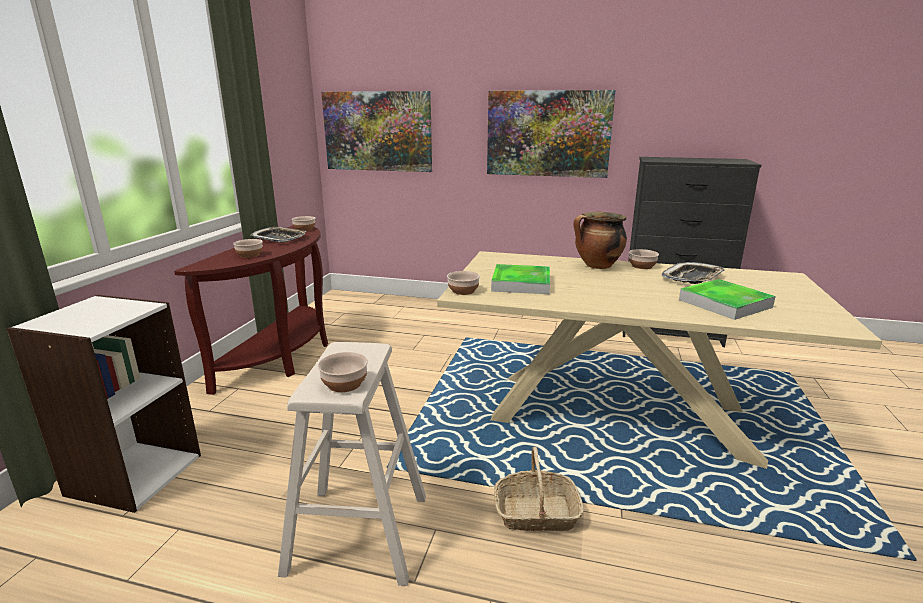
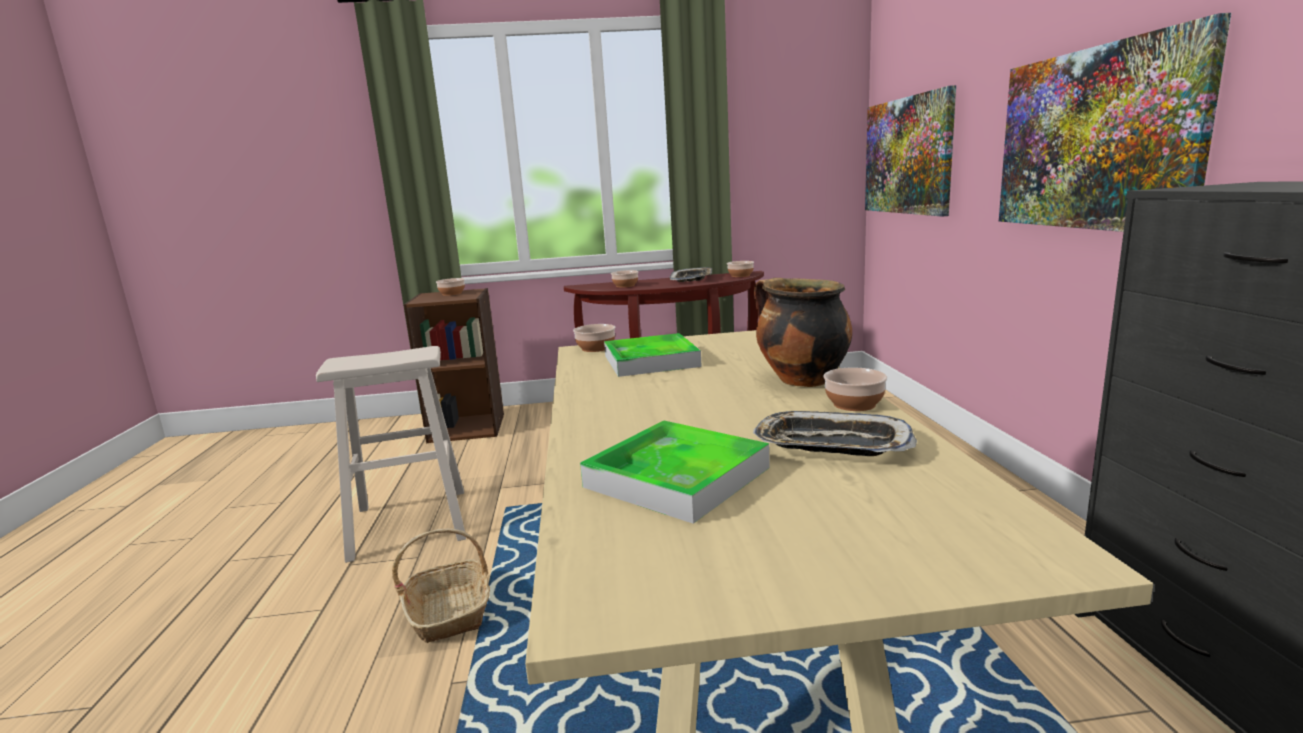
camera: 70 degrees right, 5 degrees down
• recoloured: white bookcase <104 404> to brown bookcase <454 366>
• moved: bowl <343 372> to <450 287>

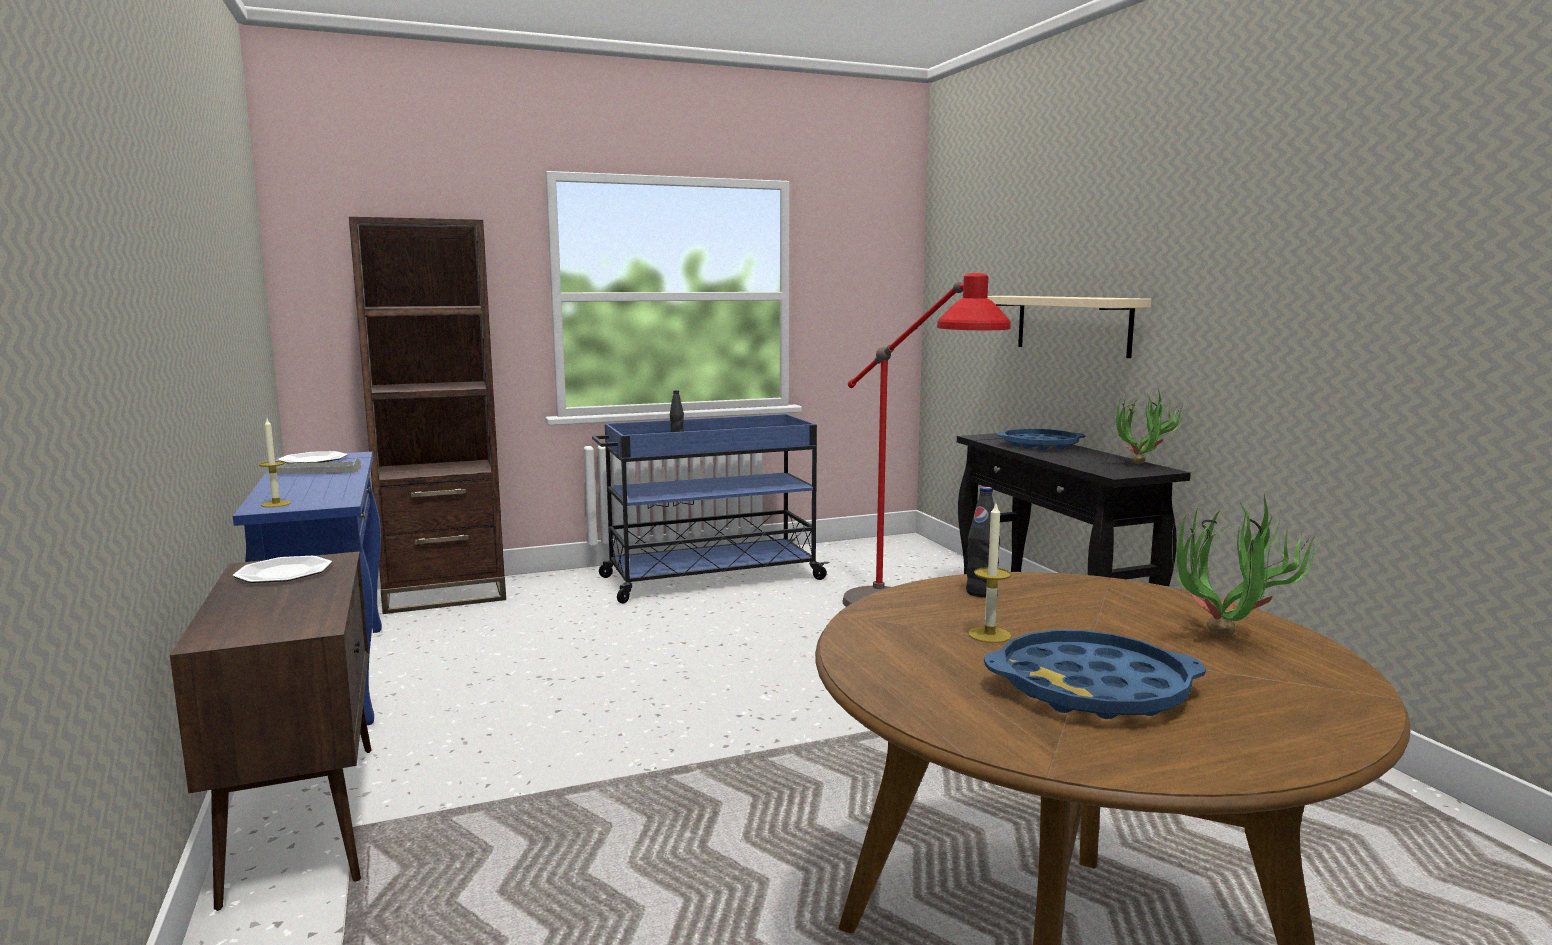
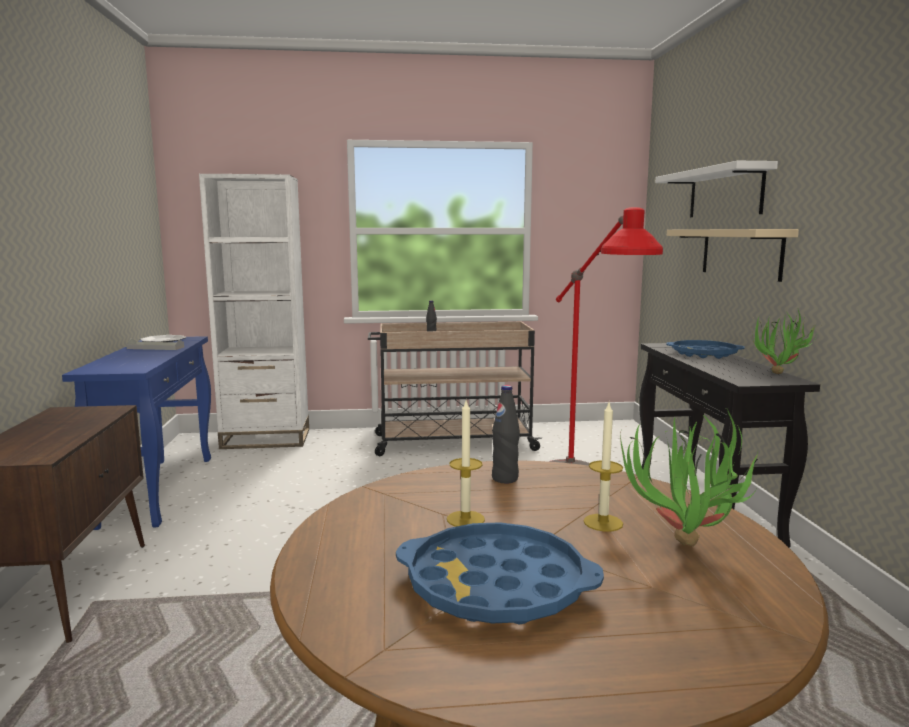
camera: 15 degrees right, 0 degrees up
• removed: plate <282 569>
• moved: candle <275 463> to <603 467>
• recoloured: brown bookcase <427 415> to white bookcase <254 311>
• recoloured: blue cart <710 509> to beige cart <455 389>
• added: white shelf <716 189>

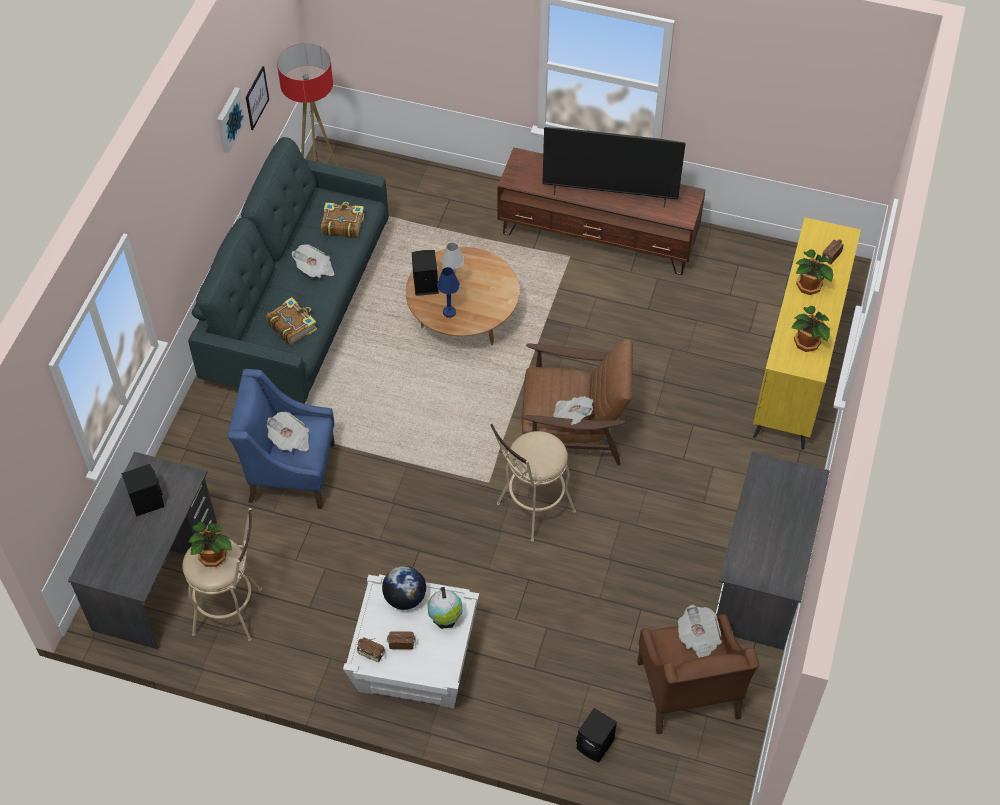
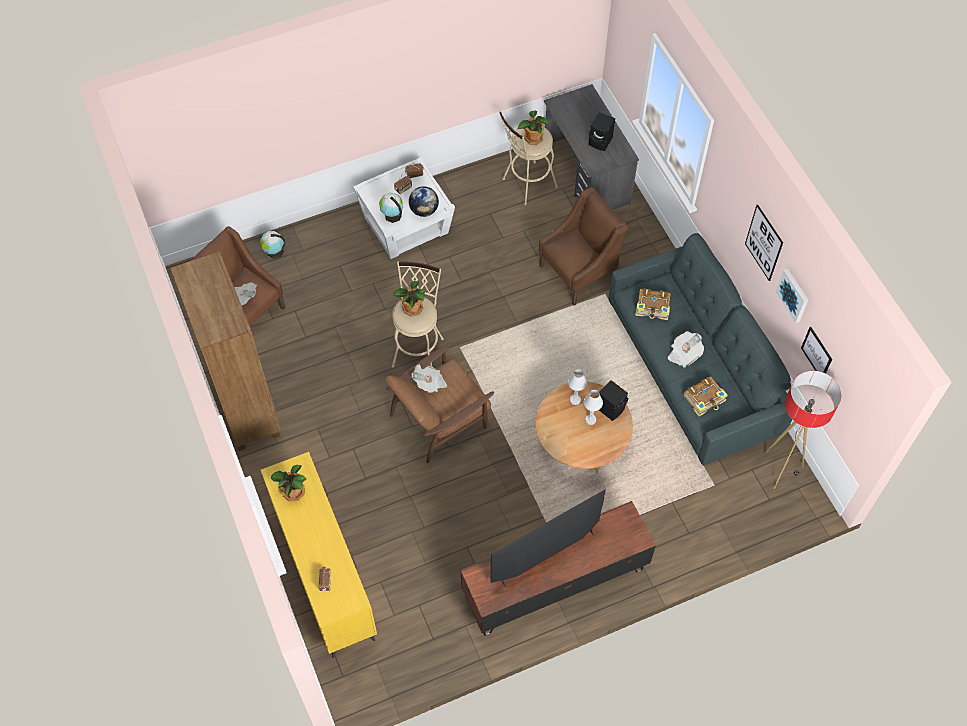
camera: 140 degrees right, 5 degrees up
• recoloured: blue armchair <281 439> to brown armchair <584 246>
• removed: newspaper <288 432>
• recoloured: blue table lamp <448 292> to white table lamp <577 387>
• replaced: black speaker <596 735> to globe <272 245>
• replaced: grey desk <773 551> to brown bookcase <226 351>
• moved: potted plant <814 272> to <409 299>
• added: picture <764 243>

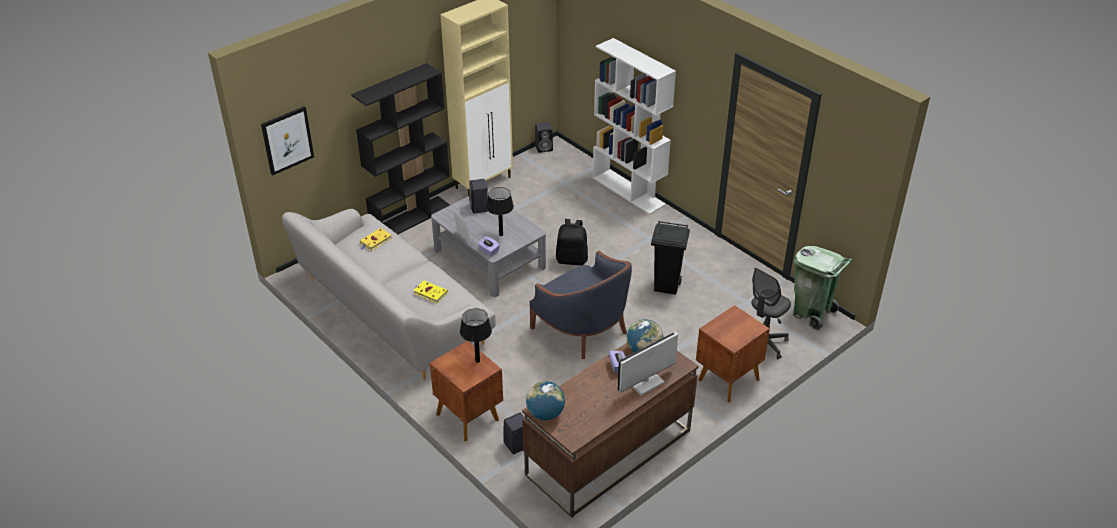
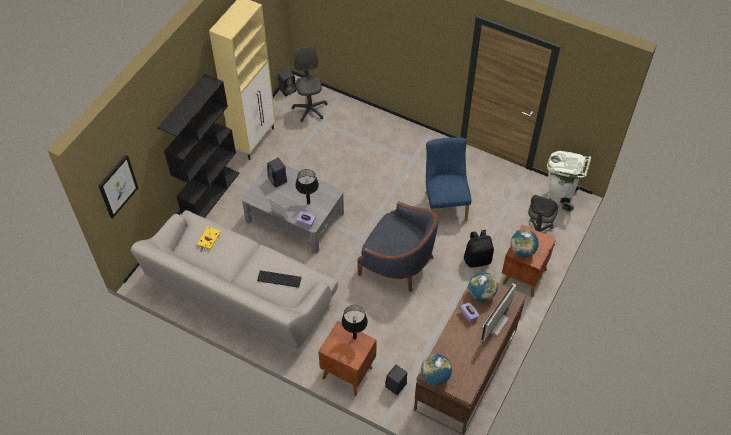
camera: 20 degrees left, 15 degrees up
• replaced: yellow book <430 292> to keyboard <279 279>
• moved: black backpack <572 242> to <479 249>
• removed: white bookcase <634 126>
• replaced: black trash can <670 258> to blue chair <449 179>
• recoloured: green trash can <823 288> to white trash can <569 181>
• added: grey office chair <310 84>
• added: globe <525 243>

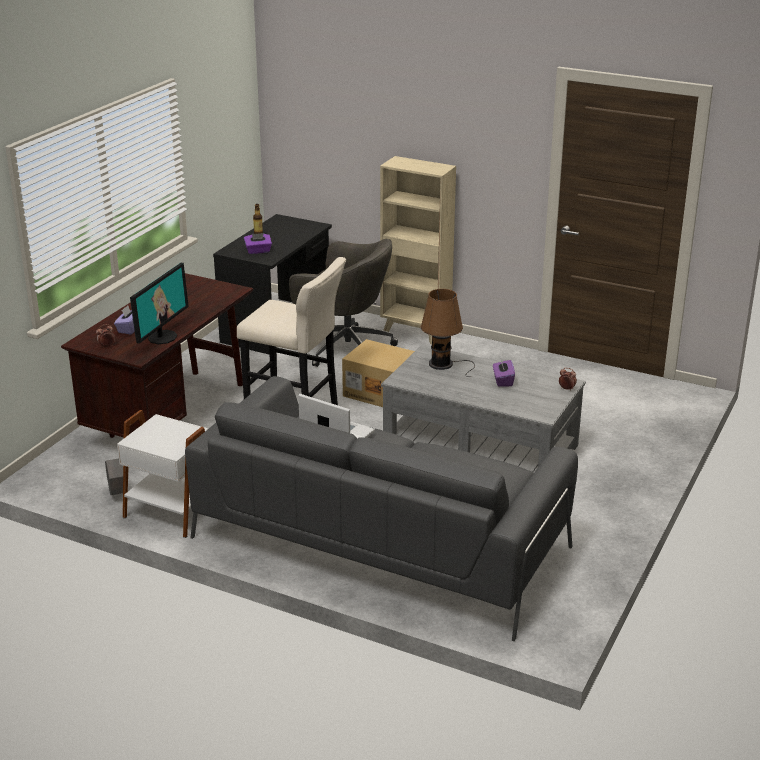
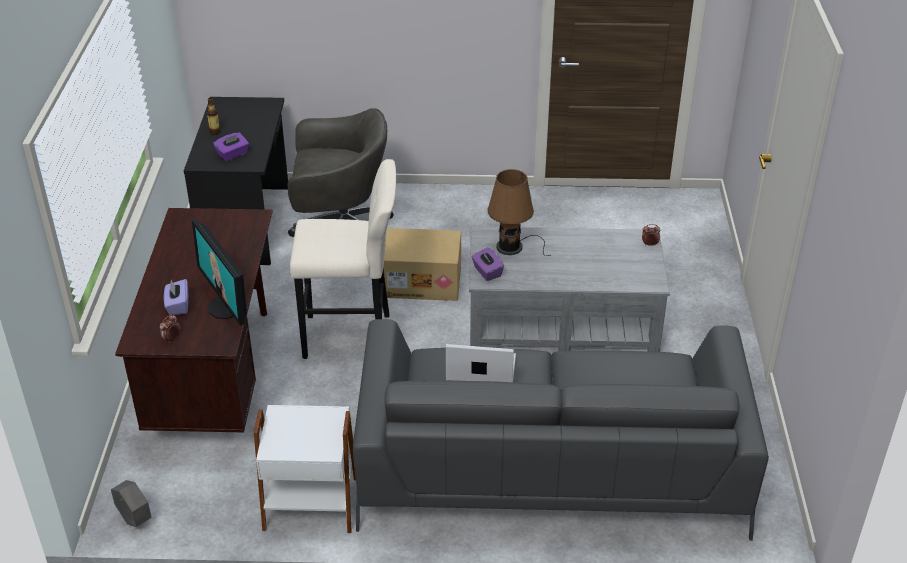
camera: 25 degrees left, 10 degrees up
• moved: grey planter <114 477> to <131 503>
• turned: monitor <159 303> = <219 272> 150 degrees clockwise
• removed: beige bookcase <418 250>
• moved: purple tissue box <504 373> to <487 264>

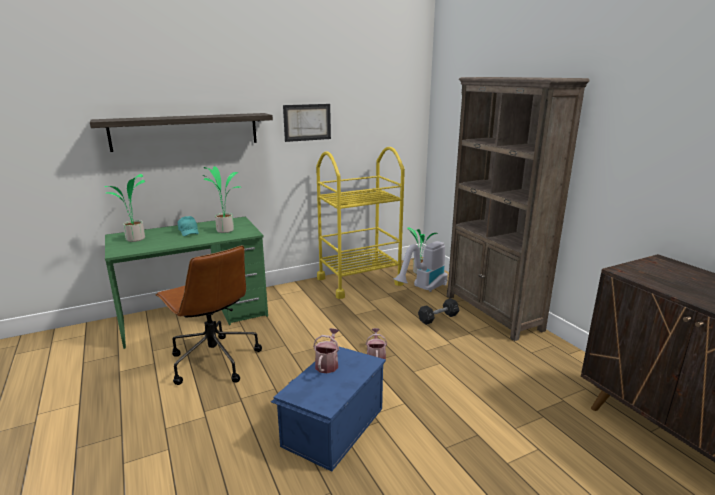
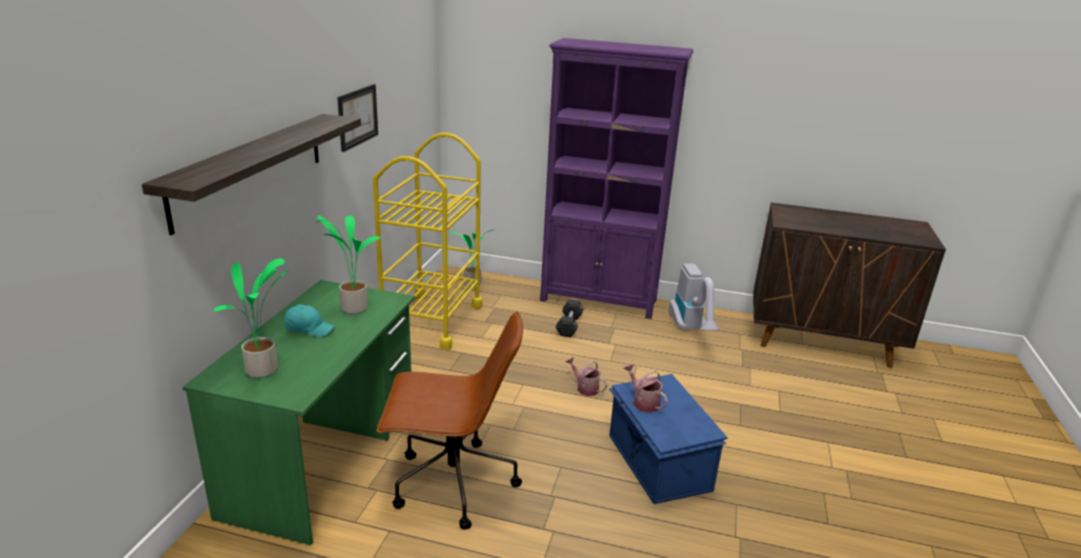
camera: 50 degrees left, 5 degrees up
• moved: vacuum cleaner <420 266> to <694 297>
• recoloured: brown bookcase <518 209> to purple bookcase <617 178>

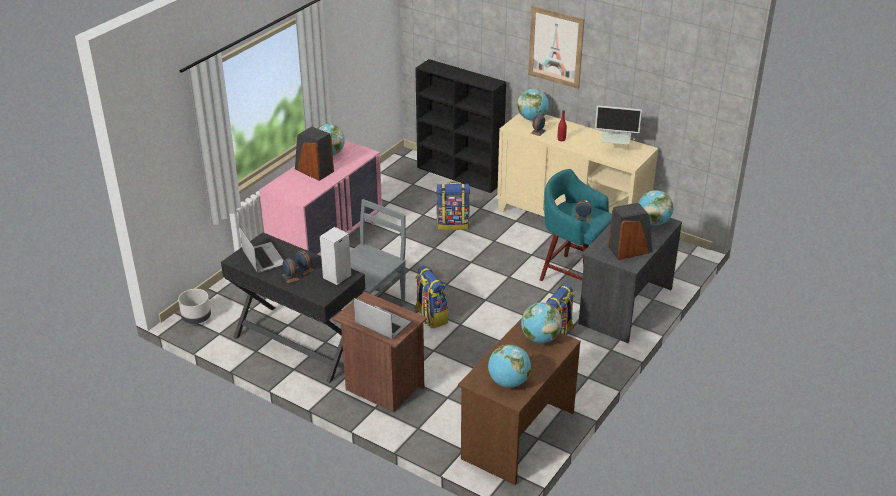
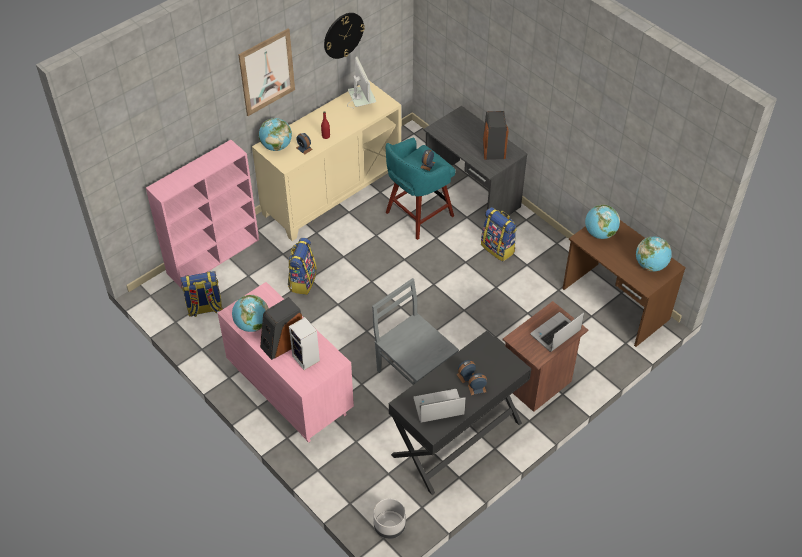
camera: 75 degrees left, 15 degrees up
• moved: speaker <335 256> to <304 343>
• moved: backpack <431 297> to <201 294>
• recoloured: black bookcase <460 126> to pink bookcase <202 214>
• turned: monitor <618 129> = <361 83> 45 degrees counterclockwise
• removed: globe <656 207>
• added: wall clock <344 36>

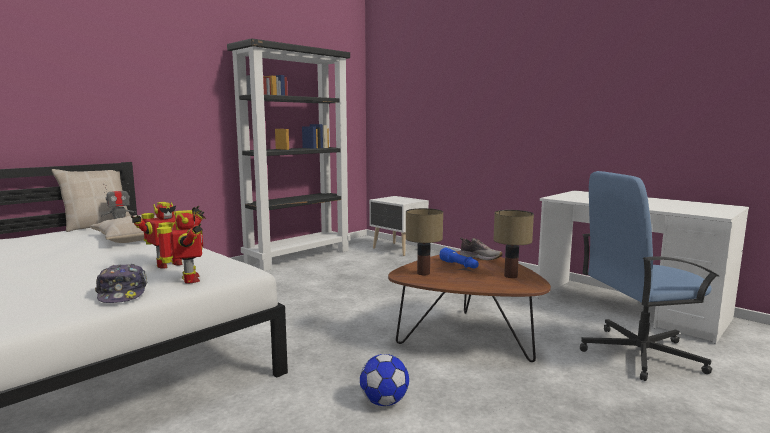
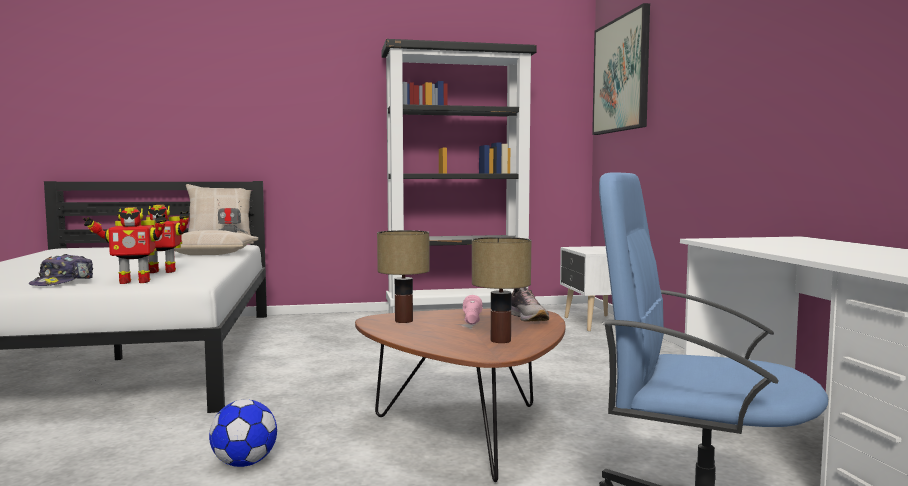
camera: 35 degrees right, 5 degrees down
• turned: toy robot <181 247> = <124 245> 60 degrees clockwise
• recoloured: blue flashlight <459 258> to pink flashlight <473 310>
• added: picture <621 69>

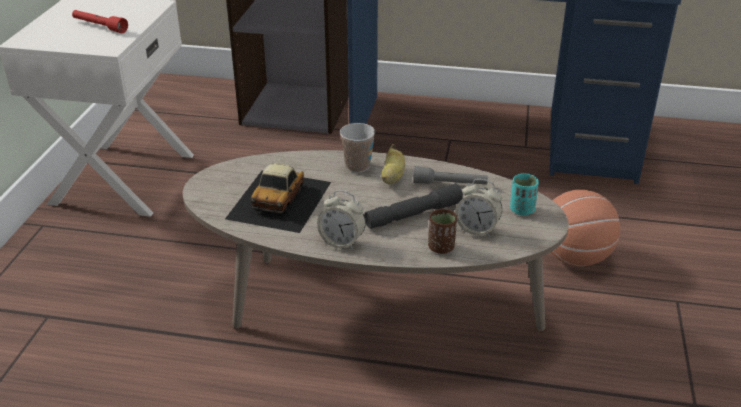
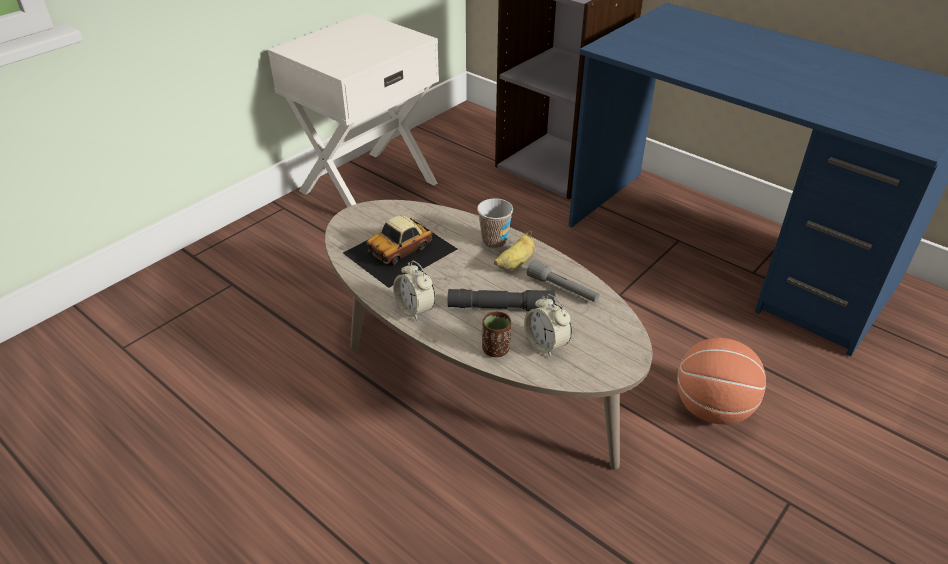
camera: 30 degrees right, 5 degrees up
• removed: red flashlight <100 21>
• removed: turquoise cup <524 194>

